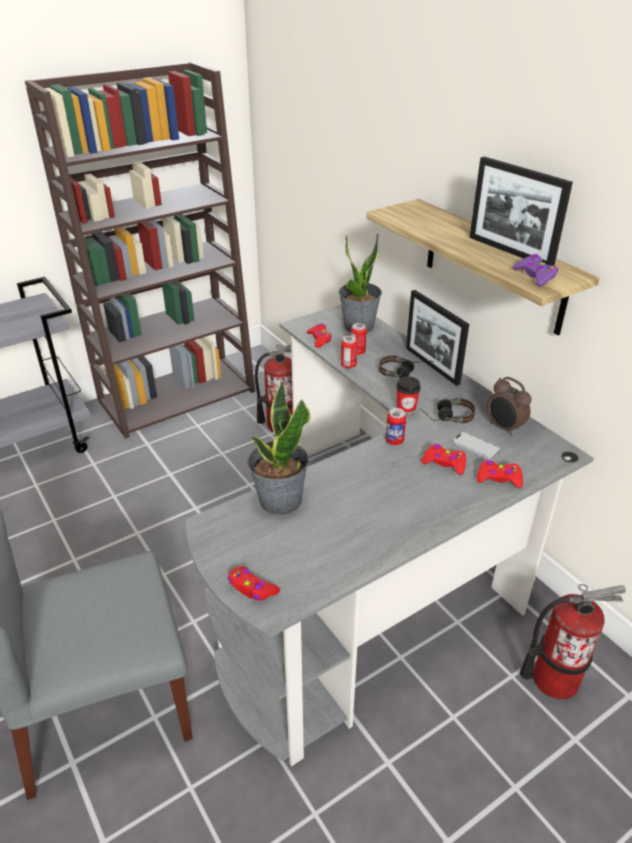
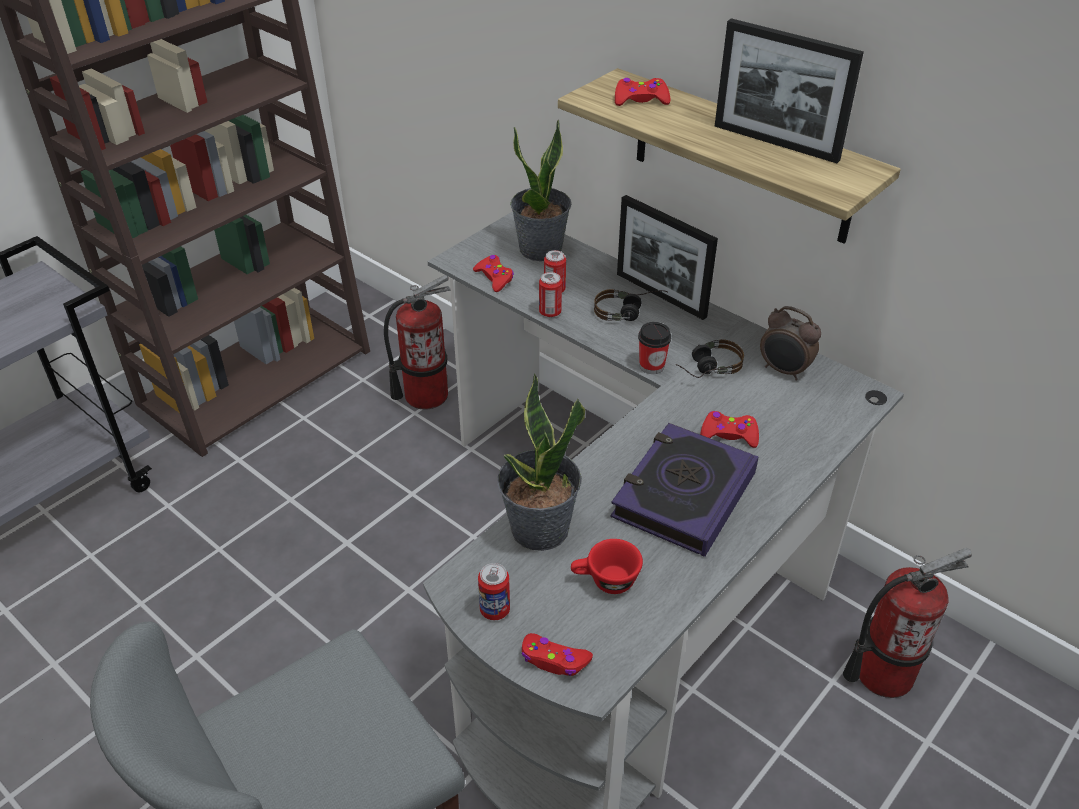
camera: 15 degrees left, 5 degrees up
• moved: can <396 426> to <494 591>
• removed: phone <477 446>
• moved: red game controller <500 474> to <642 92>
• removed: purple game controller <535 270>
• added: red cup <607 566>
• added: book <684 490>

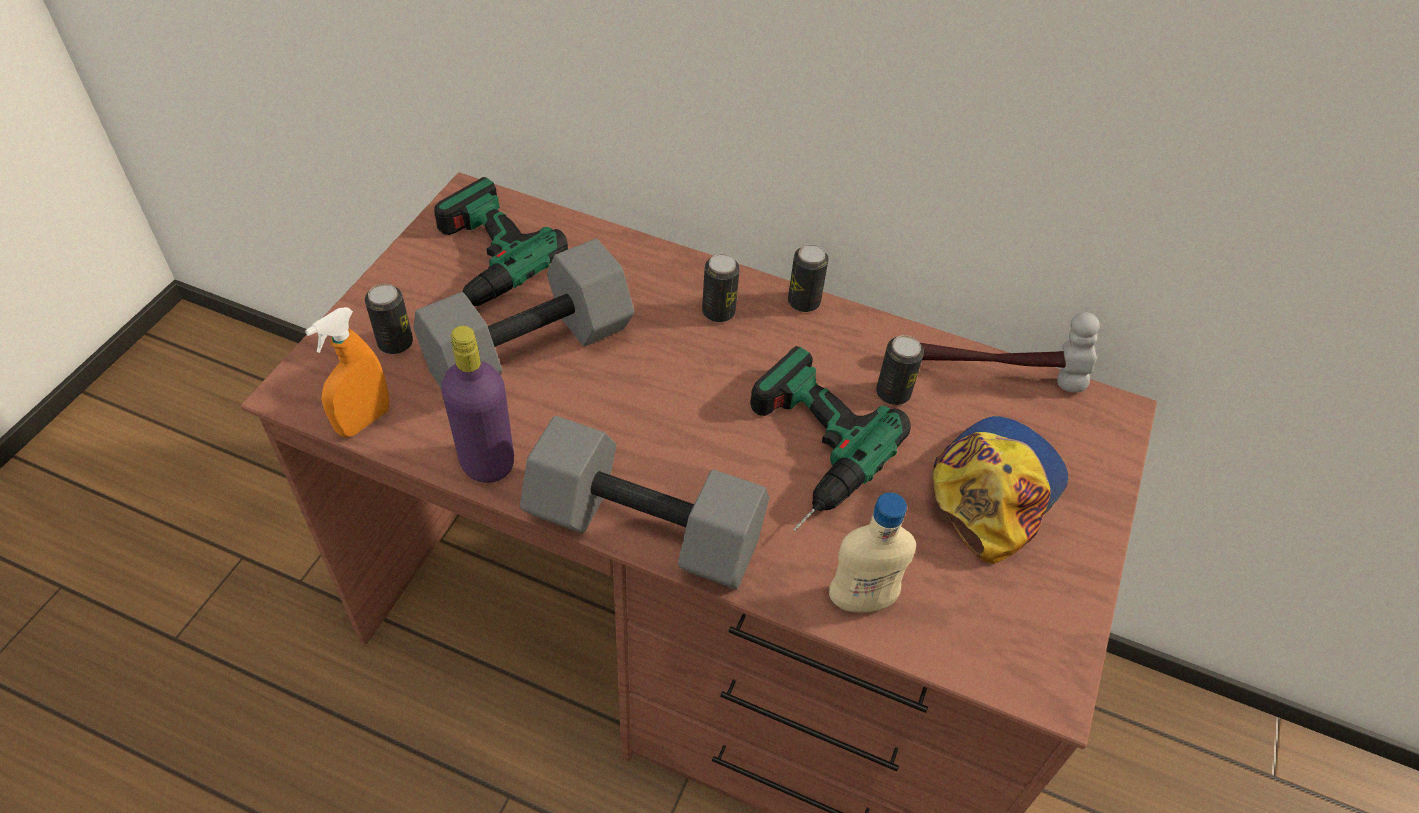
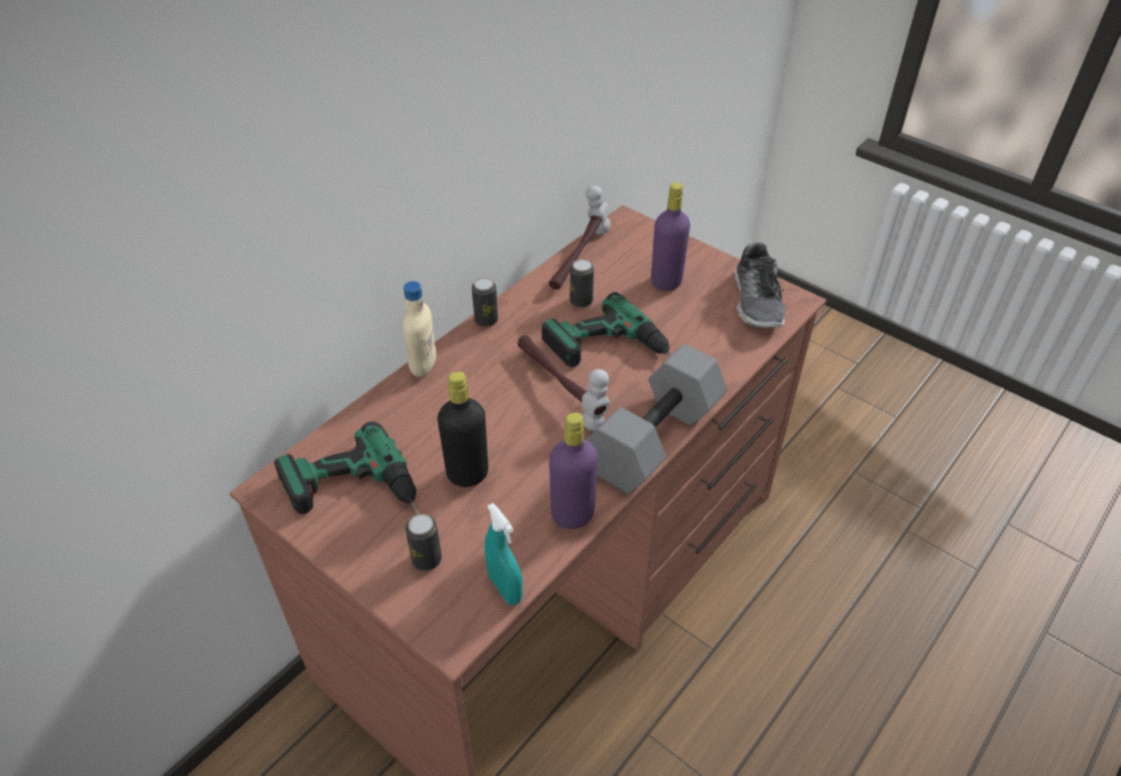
camera: 70 degrees left, 5 degrees down
• recoloured: orange spray bottle <347 372> to turquoise spray bottle <504 554>
• replaced: grey dumbbell <523 313> to black bottle <462 429>
• removed: can <721 288>
• moved: beige bottle <872 552> to <419 329>
• replaced: cap <1000 489> to purple bottle <670 237>
• added: hammer <563 383>
• added: shoe <759 285>

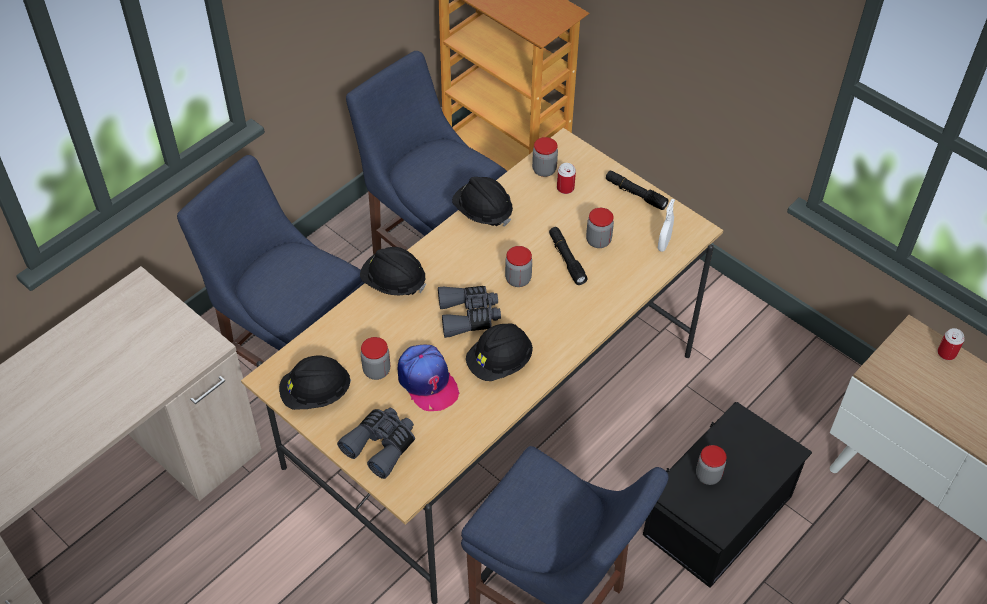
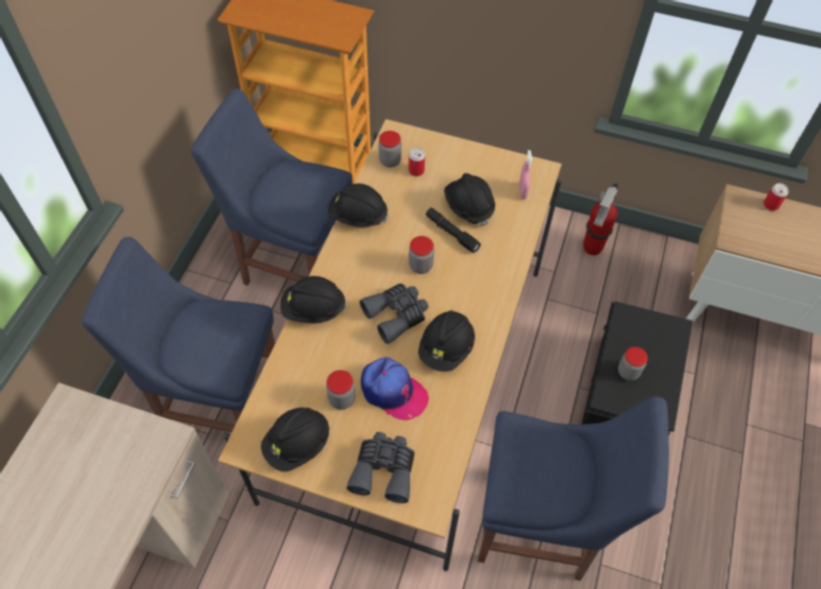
camera: 25 degrees left, 5 degrees up
• replaced: jar <600 228> to black hard hat <469 200>
• removed: black flashlight <637 190>
• recoloured: white spray bottle <666 225> to pink spray bottle <525 174>
• added: fire extinguisher <600 219>

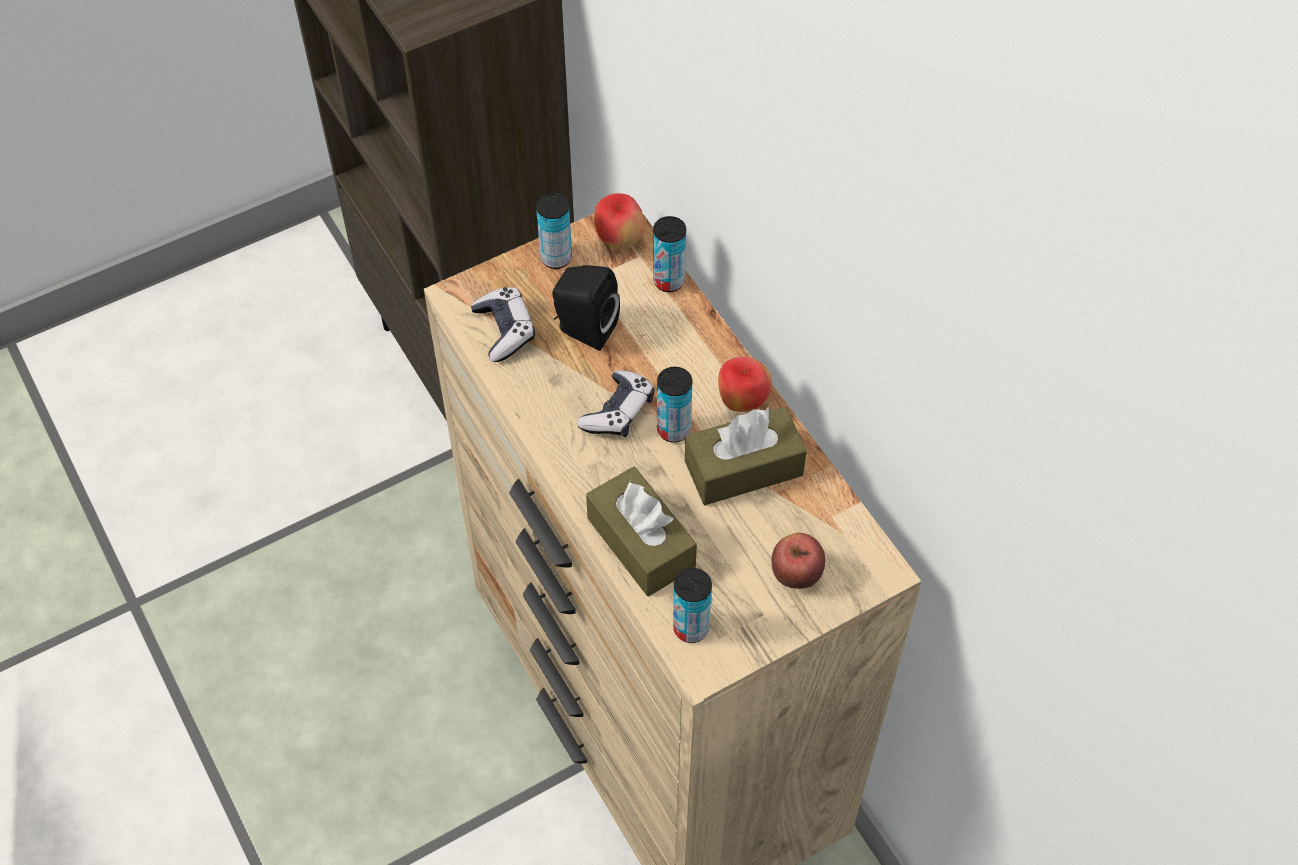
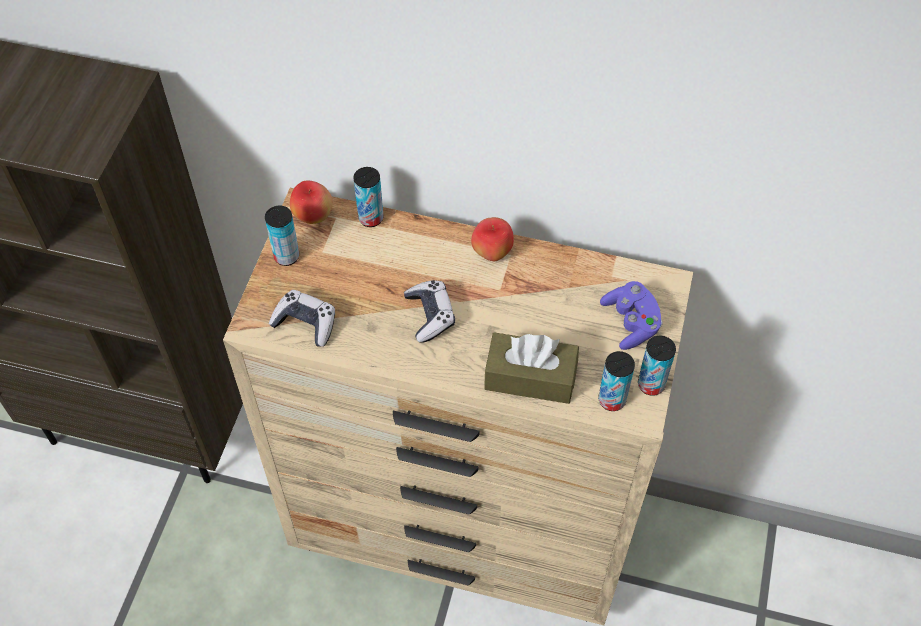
camera: 45 degrees left, 0 degrees up
• removed: black speaker <586 308>
• moved: can <674 405> to <657 366>
• removed: brown tissue box <746 455>
• replaced: apple <798 561> to purple game controller <631 315>

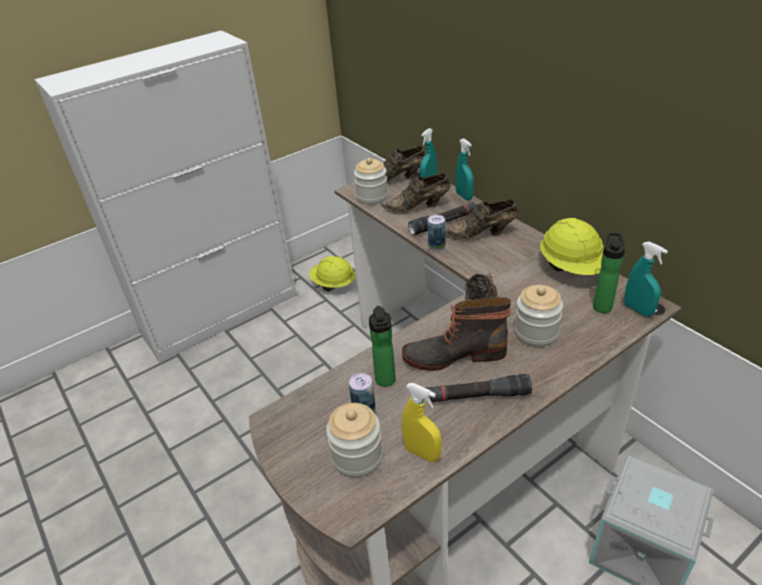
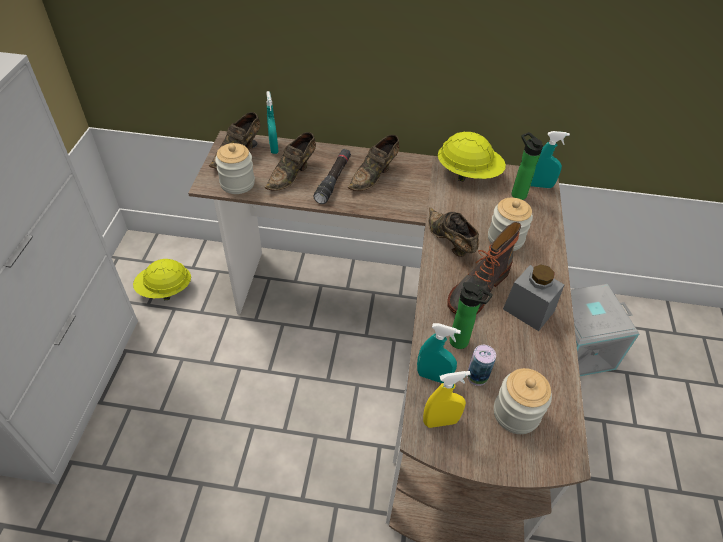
camera: 50 degrees left, 10 degrees up
• moved: yellow spray bottle <422 422> to <447 399>
• replaced: black flashlight <479 388> to grey jar <533 297>
• removed: can <437 233>
• moved: turquoise spray bottle <465 169> to <439 353>

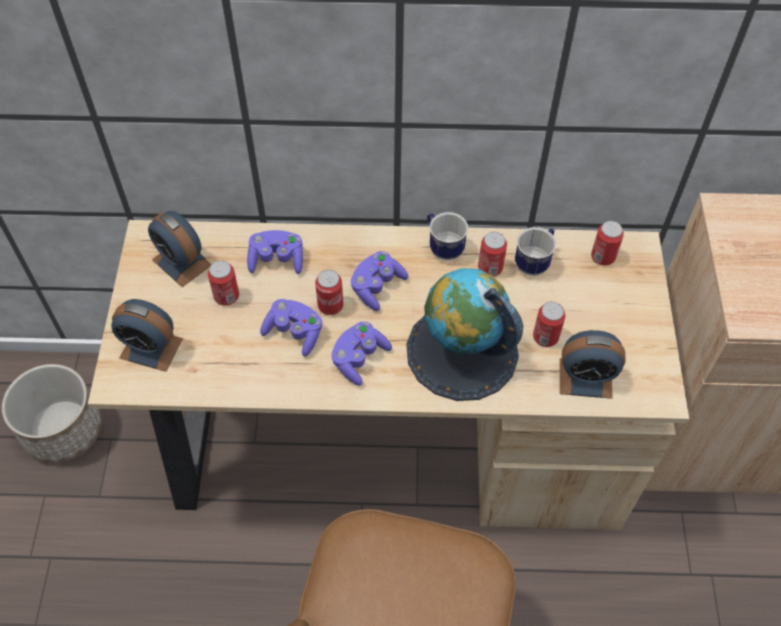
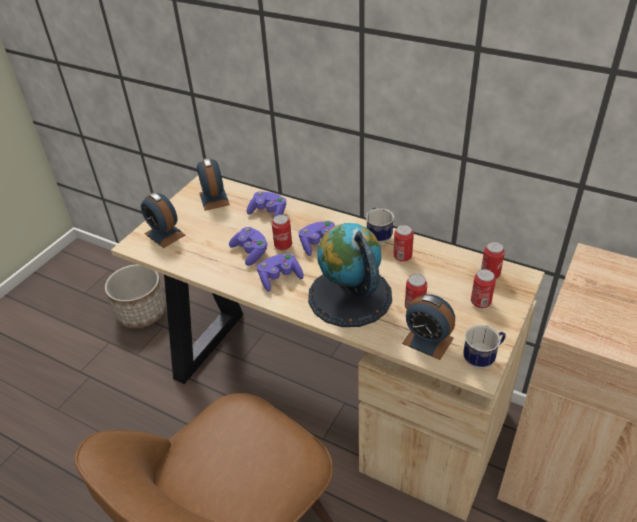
camera: 30 degrees right, 15 degrees down
• moved: can <223 283> to <483 288>
• moved: mug <535 251> to <484 347>

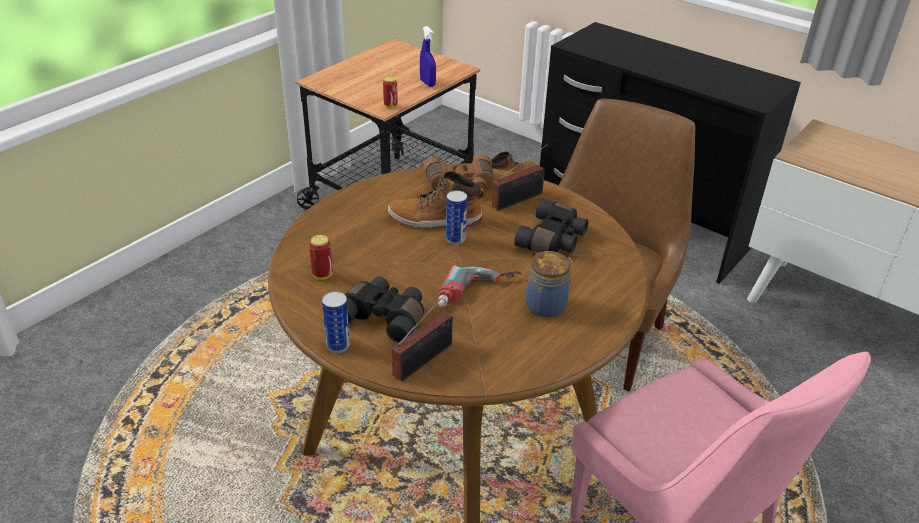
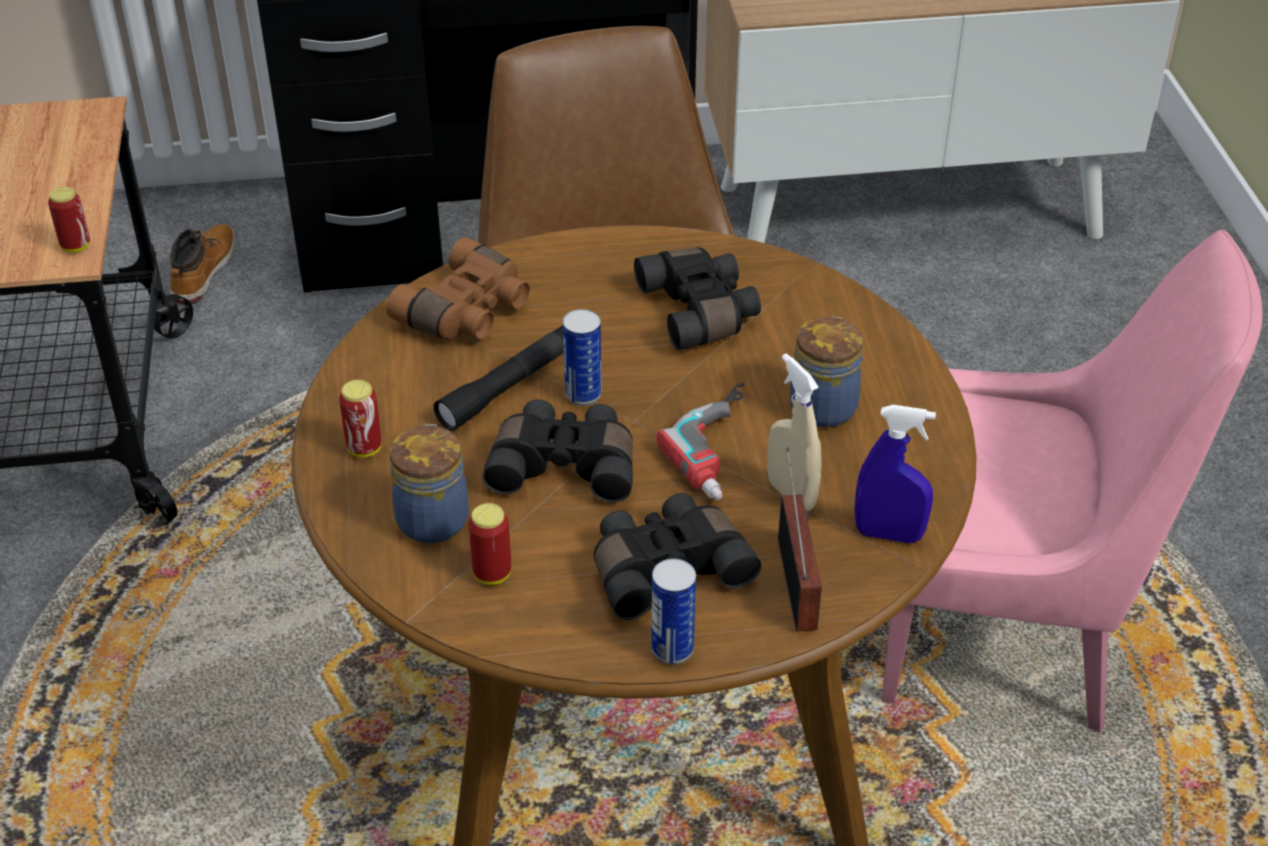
camera: 45 degrees left, 5 degrees up
• replaced: boot <436 200> to black flashlight <499 378>
• moved: blue spray bottle <428 56> to <895 474>
• removed: radio <520 177>
• added: can <360 419>
• added: jar <429 484>
• added: black binoculars <557 451>
• added: beige spray bottle <794 432>

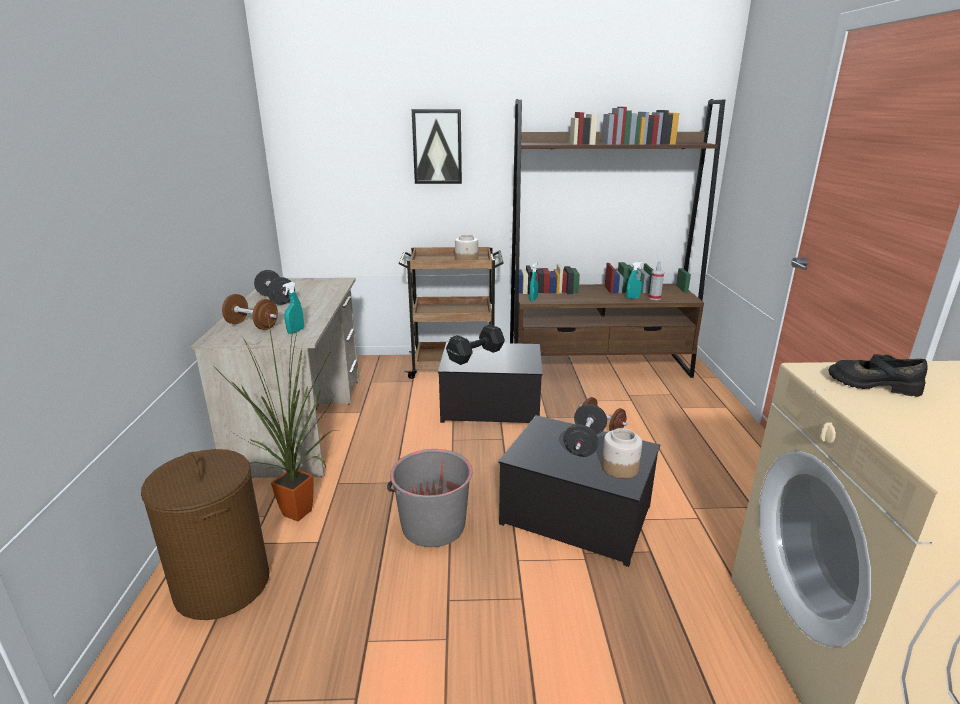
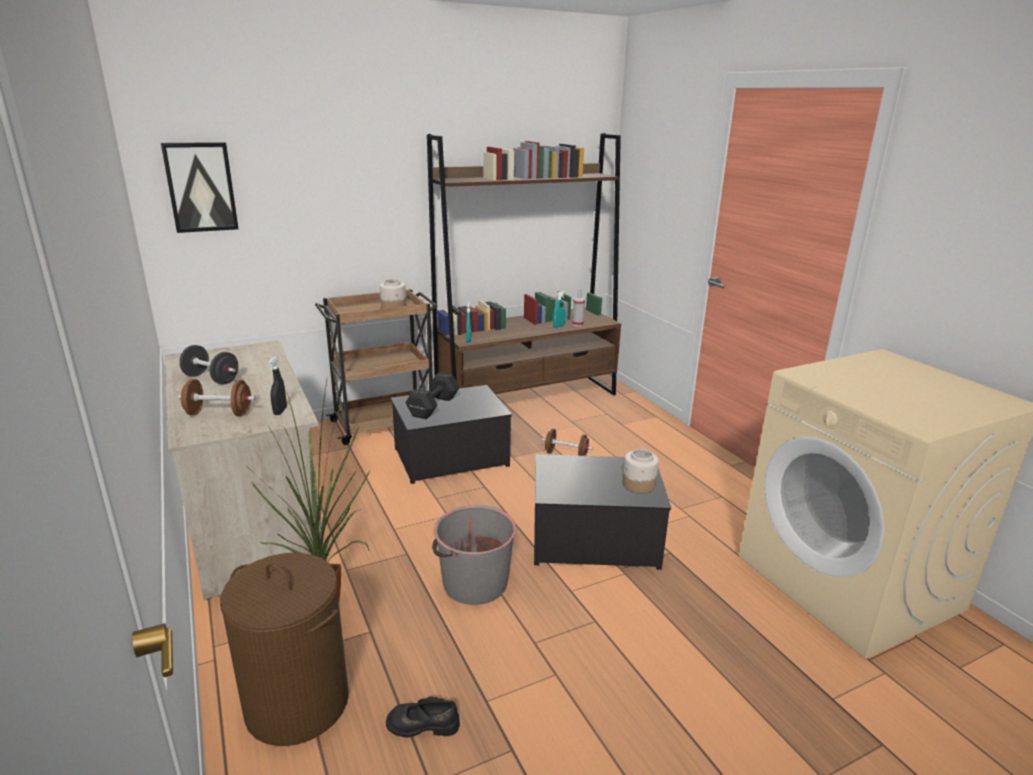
camera: 25 degrees left, 0 degrees up
• recoloured: turquoise spray bottle <293 308> to black spray bottle <278 385>
• moved: picture <437 146> to <200 187>
• removed: black dumbbell <585 430>
• moved: black shoe <878 375> to <423 717>

